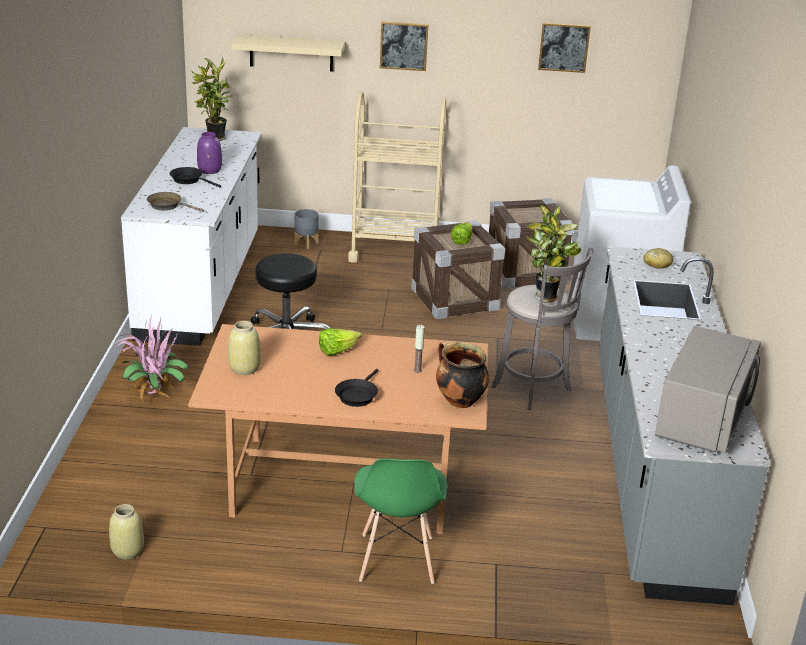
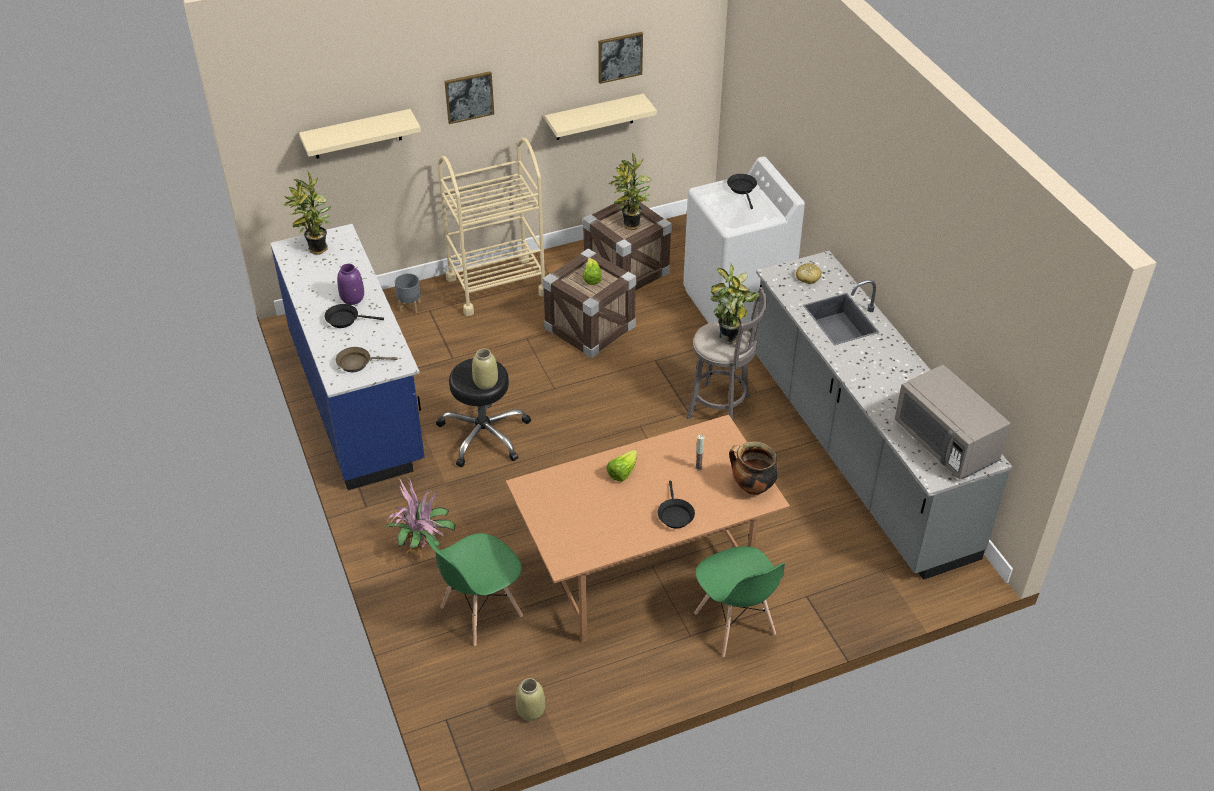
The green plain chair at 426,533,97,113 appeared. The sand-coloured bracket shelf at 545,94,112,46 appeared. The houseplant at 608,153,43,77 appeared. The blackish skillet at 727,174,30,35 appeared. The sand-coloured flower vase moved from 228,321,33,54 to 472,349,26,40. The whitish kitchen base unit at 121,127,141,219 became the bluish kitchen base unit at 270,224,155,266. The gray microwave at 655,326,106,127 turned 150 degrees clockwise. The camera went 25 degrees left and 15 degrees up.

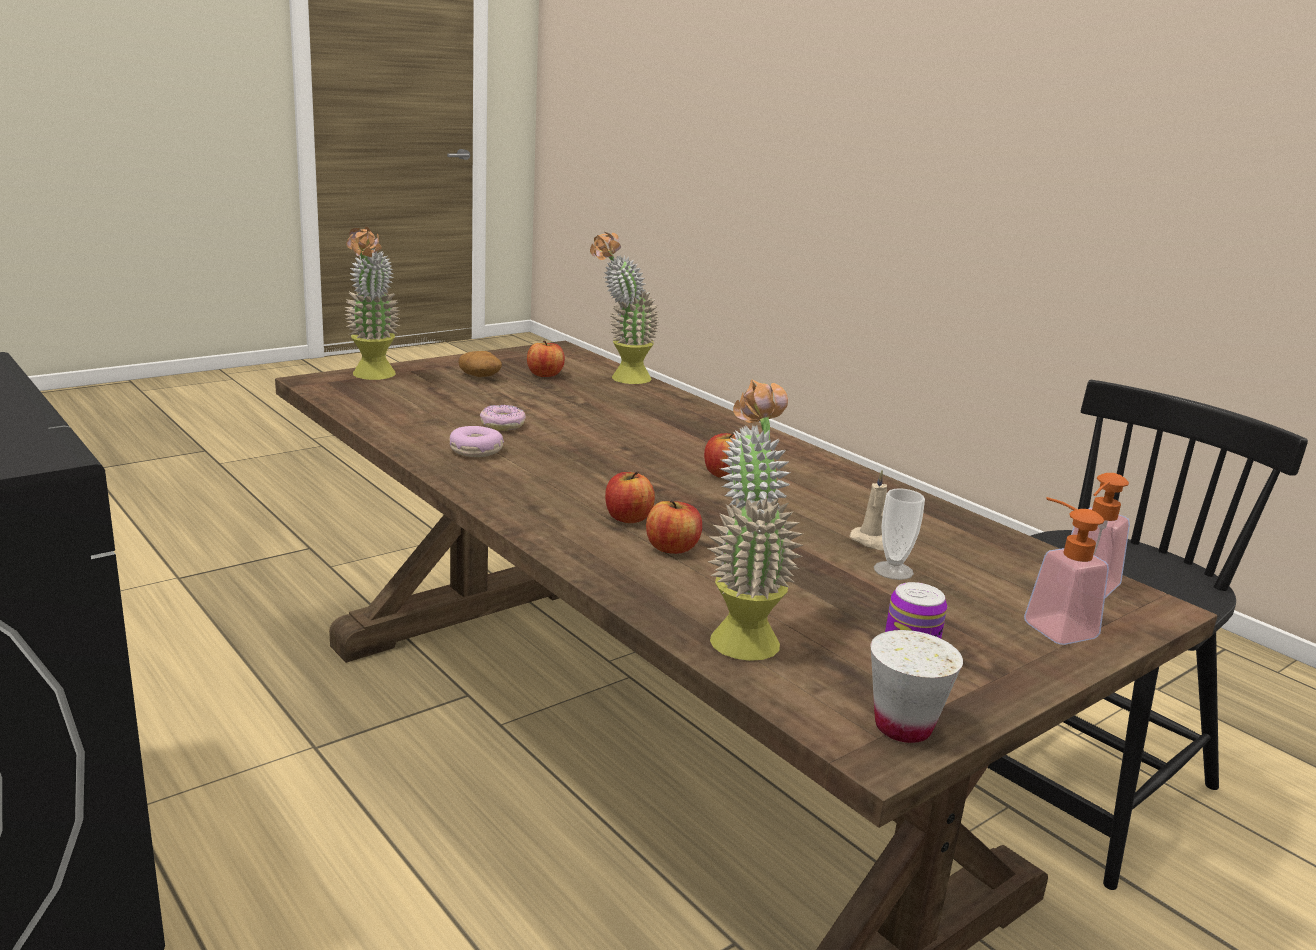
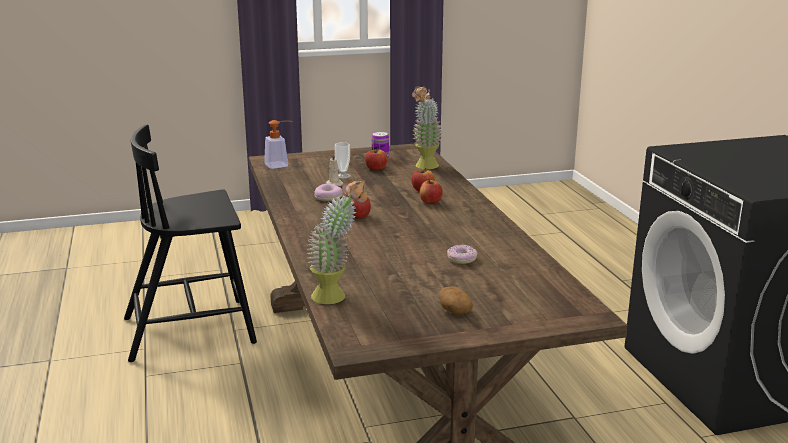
The houseplant at 345,227,55,153 disappeared. The whitish small cup at 871,630,92,113 disappeared. The soap bottle at 1024,497,85,148 disappeared. The doughnut moved from 449,426,55,31 to 314,184,29,17. The apple moved from 527,340,38,37 to 365,148,22,22. The camera went 155 degrees left and 0 degrees up.

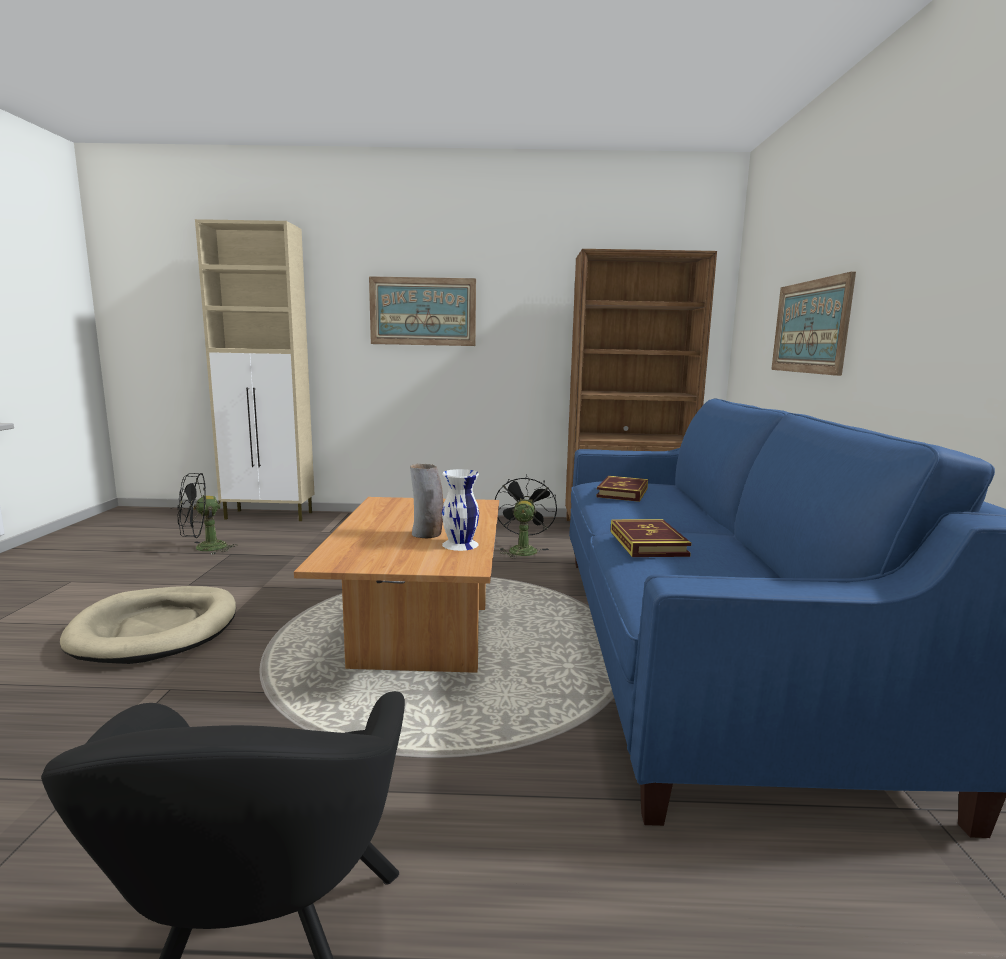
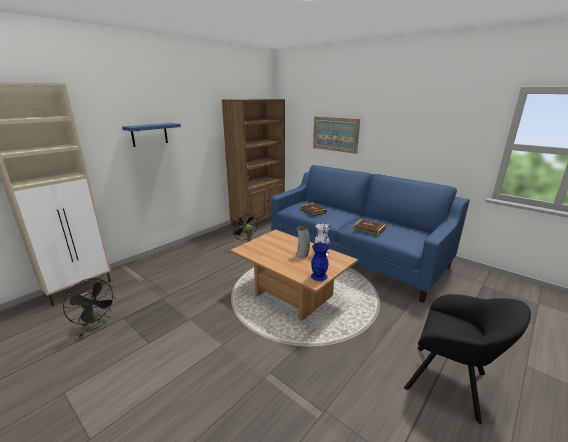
The sand-coloured pet bed at 60,586,176,78 disappeared. The bluish flower vase at 311,243,18,38 appeared. The wall picture at 369,276,107,70 was replaced by the bluish bracket shelf at 122,123,59,24. The blackish fan at 178,473,59,82 turned 60 degrees counterclockwise. The camera went 50 degrees left and 10 degrees up.

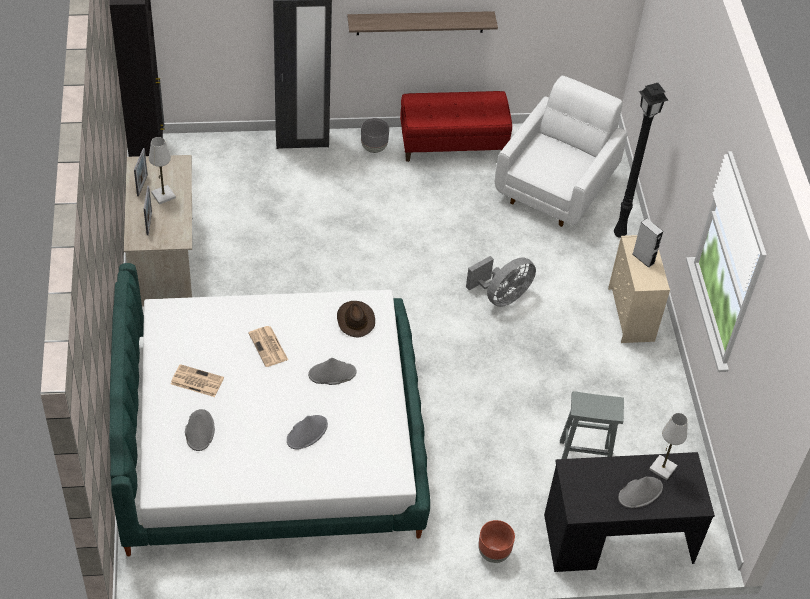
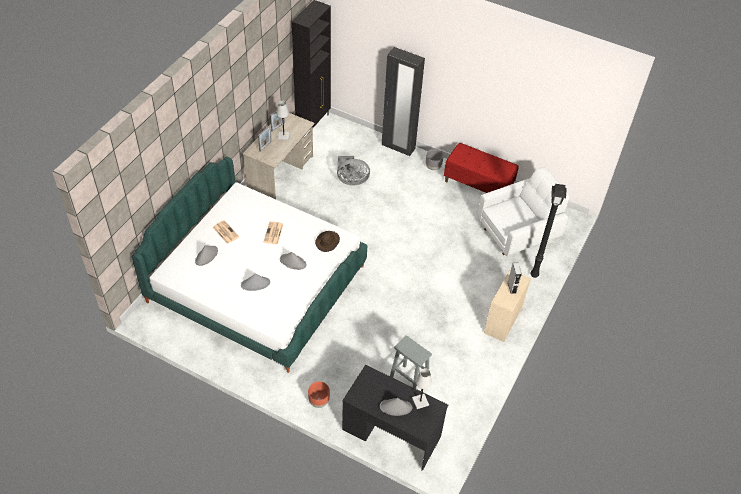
The bracket shelf at 347,11,151,24 disappeared. The gray fan moved from 466,256,70,51 to 337,156,33,30. The camera went 35 degrees right and 0 degrees up.

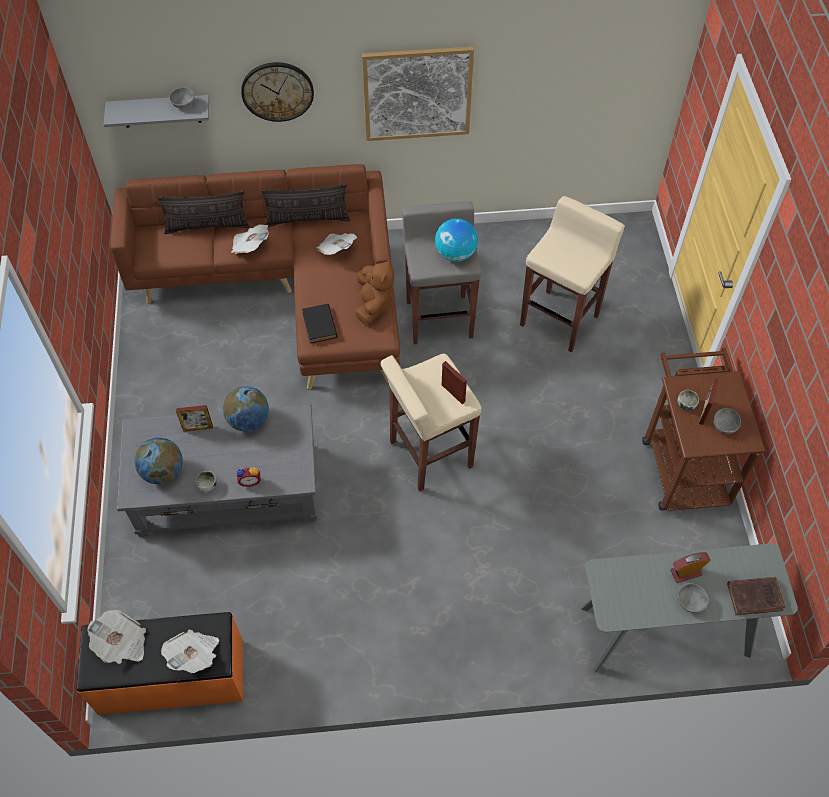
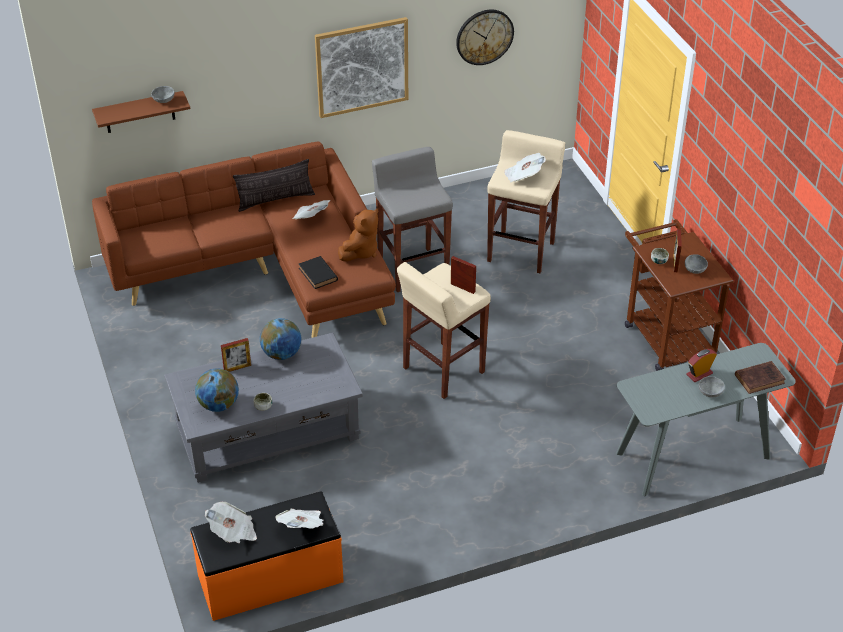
The pillow at 158,190,92,44 disappeared. The bedside clock at 236,467,25,20 disappeared. The desk globe at 435,218,43,44 disappeared. The newspaper moved from 231,224,38,29 to 504,153,42,30. The clock on the wall moved from 241,62,73,60 to 456,10,58,55. The gray bracket shelf at 104,95,105,33 became the brown bracket shelf at 92,91,98,42. The brown plush toy at 355,258,39,66 turned 45 degrees clockwise. The camera went 15 degrees left and 15 degrees down.

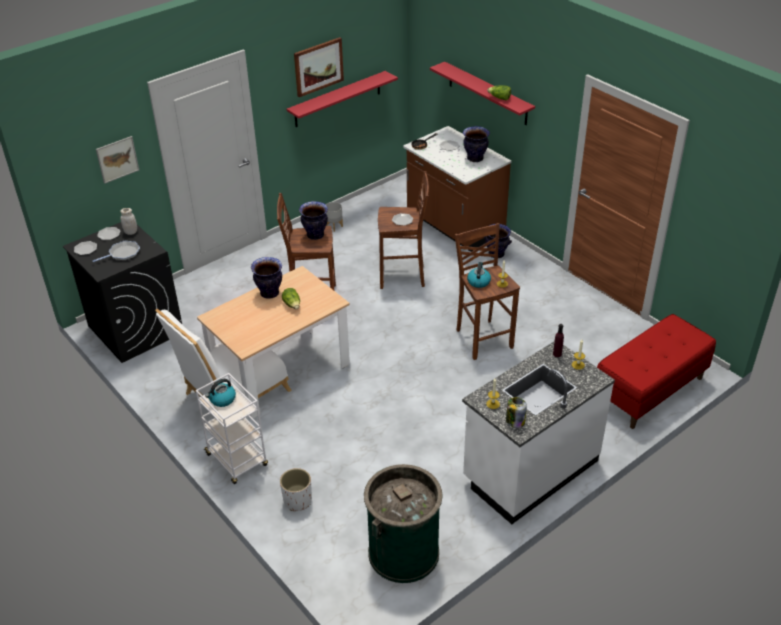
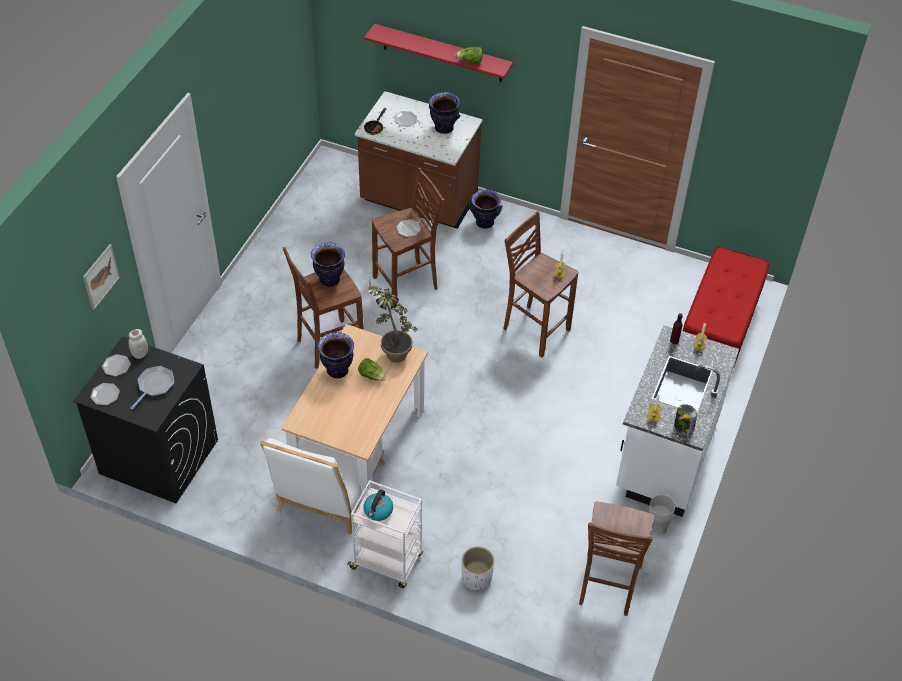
The red-coloured bracket shelf at 287,71,111,56 disappeared. The wall picture at 294,37,50,60 disappeared. The tea kettle at 467,262,24,26 disappeared. The houseplant at 369,282,48,81 appeared. The gray plant pot moved from 326,202,17,30 to 648,495,27,38. The green trash can at 364,464,79,119 was replaced by the brown stool seat at 579,502,76,114. The camera went 30 degrees left and 10 degrees up.

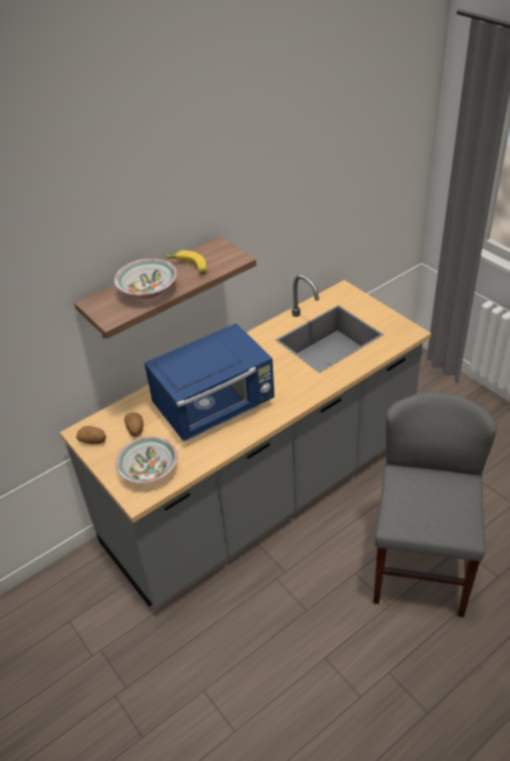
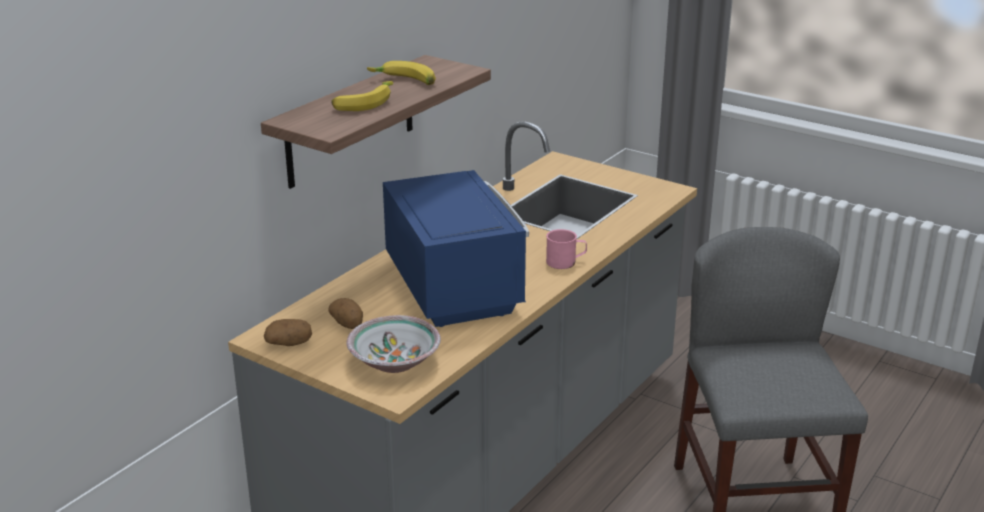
The pink tea mug at 546,229,41,40 appeared. The serving bowl at 114,259,63,40 was replaced by the banana fruit at 332,81,61,30. The bluish microwave at 144,323,130,119 turned 60 degrees counterclockwise. The camera went 20 degrees left and 15 degrees down.

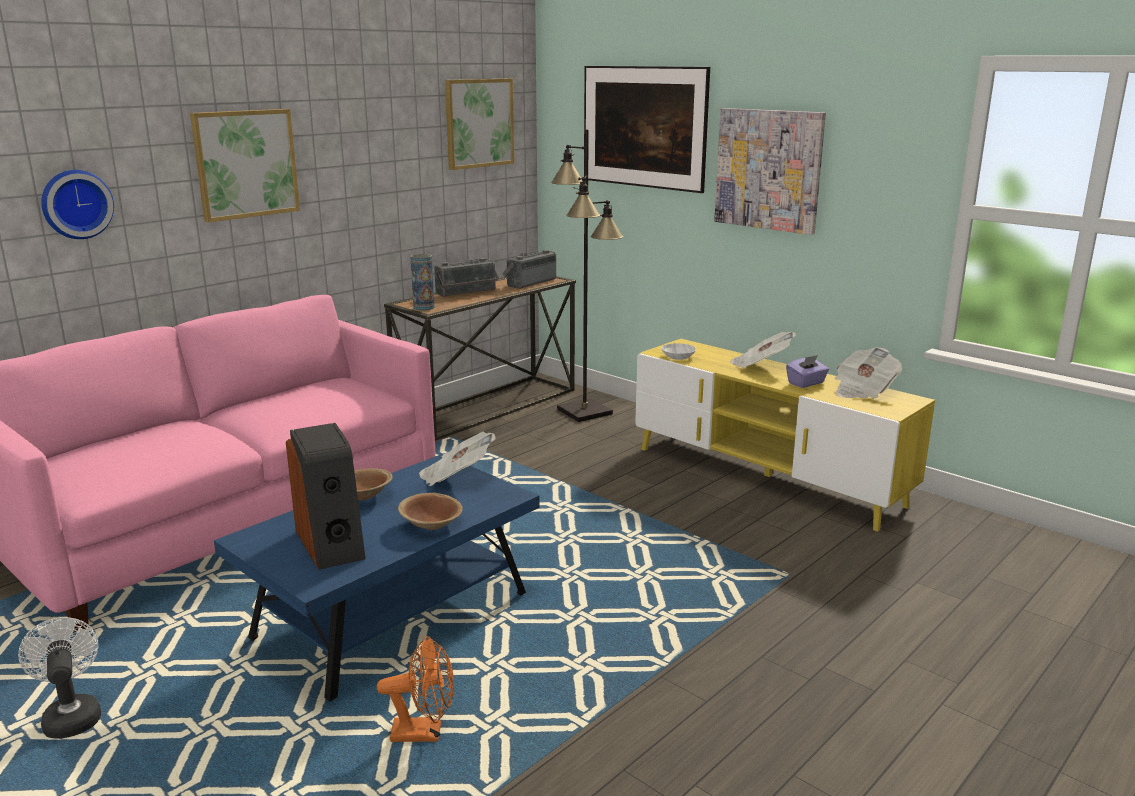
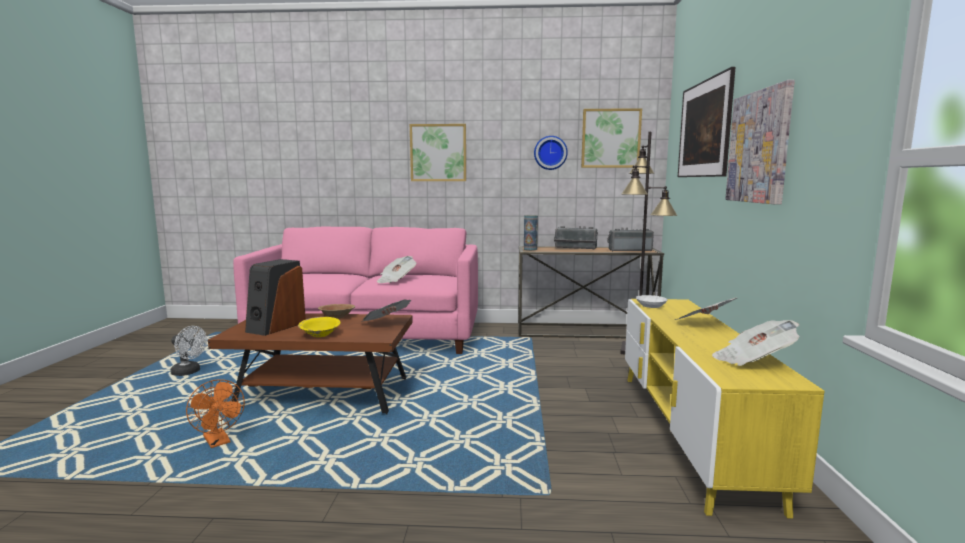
The purple-coloured tissue holder at 786,355,43,33 disappeared. The newspaper at 376,256,40,27 appeared. The clock on the wall moved from 41,170,73,69 to 534,136,34,34. The bluish coffee table at 214,454,326,248 became the brown coffee table at 208,313,205,102. The brown serving bowl at 398,493,65,37 became the yellow serving bowl at 298,317,43,20. The whitish fan at 18,617,83,122 turned 90 degrees clockwise. The camera went 50 degrees right and 10 degrees down.

